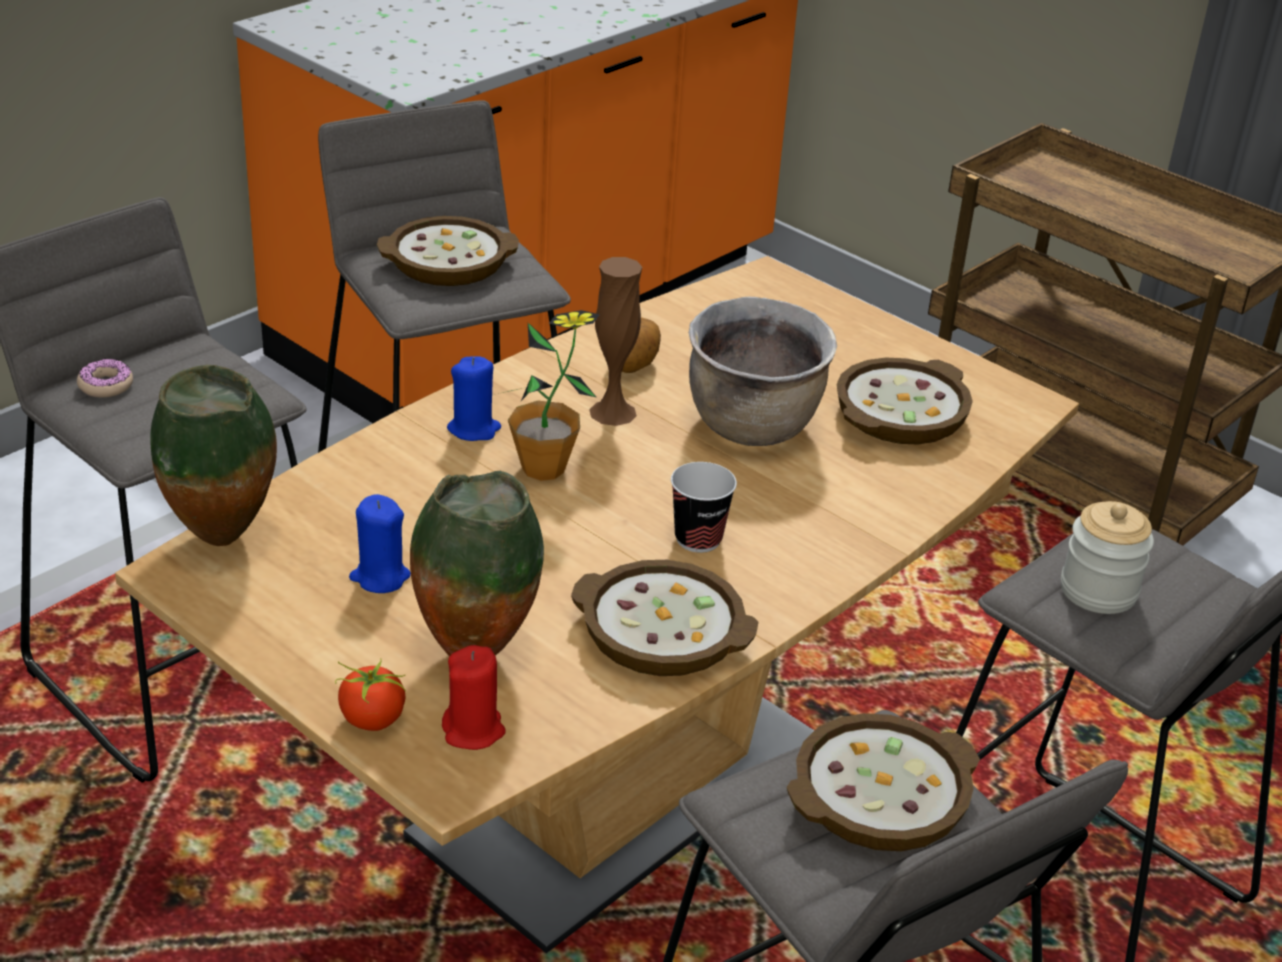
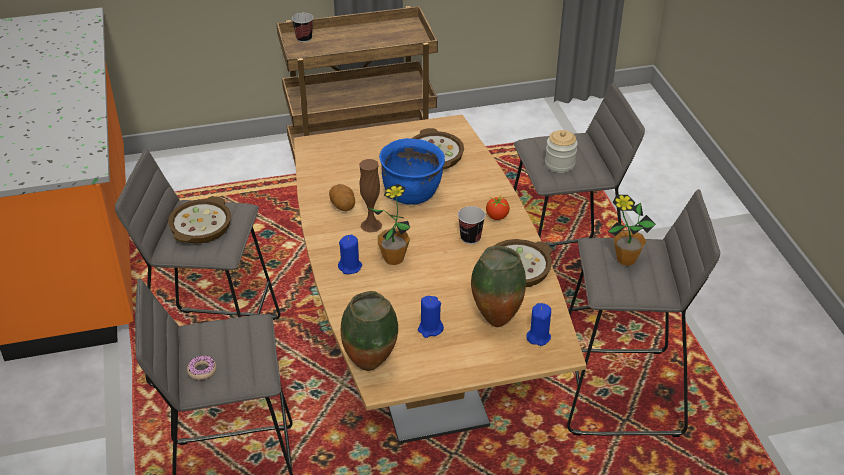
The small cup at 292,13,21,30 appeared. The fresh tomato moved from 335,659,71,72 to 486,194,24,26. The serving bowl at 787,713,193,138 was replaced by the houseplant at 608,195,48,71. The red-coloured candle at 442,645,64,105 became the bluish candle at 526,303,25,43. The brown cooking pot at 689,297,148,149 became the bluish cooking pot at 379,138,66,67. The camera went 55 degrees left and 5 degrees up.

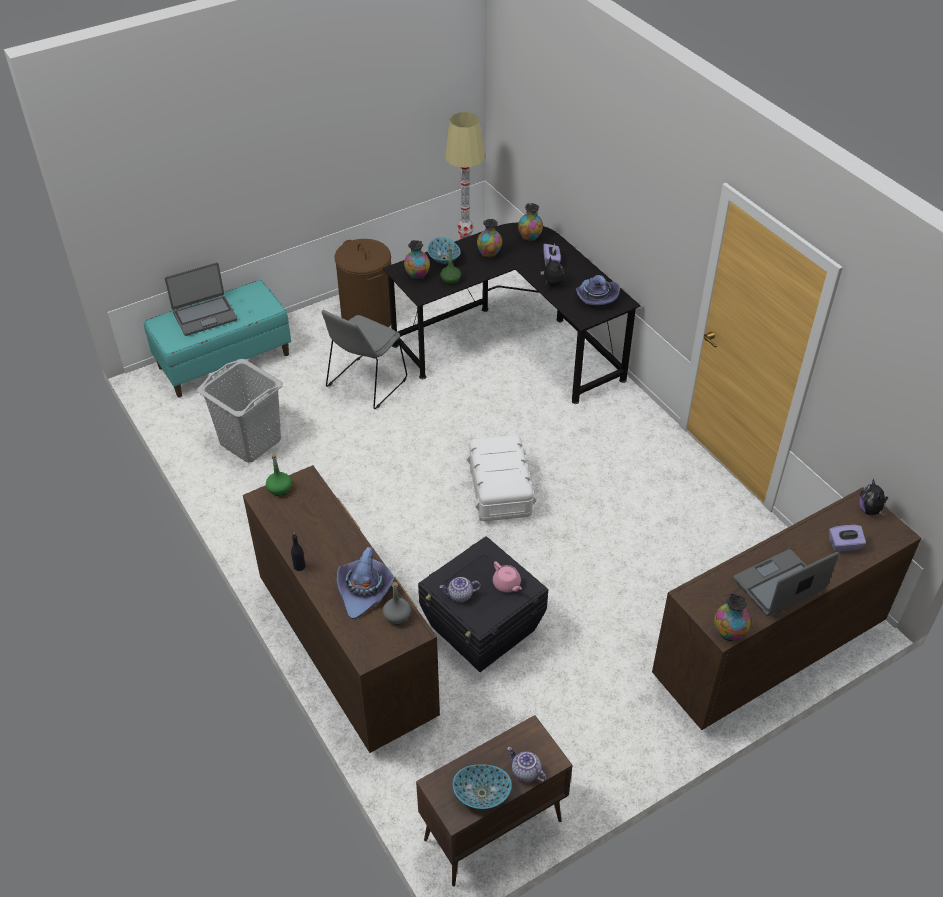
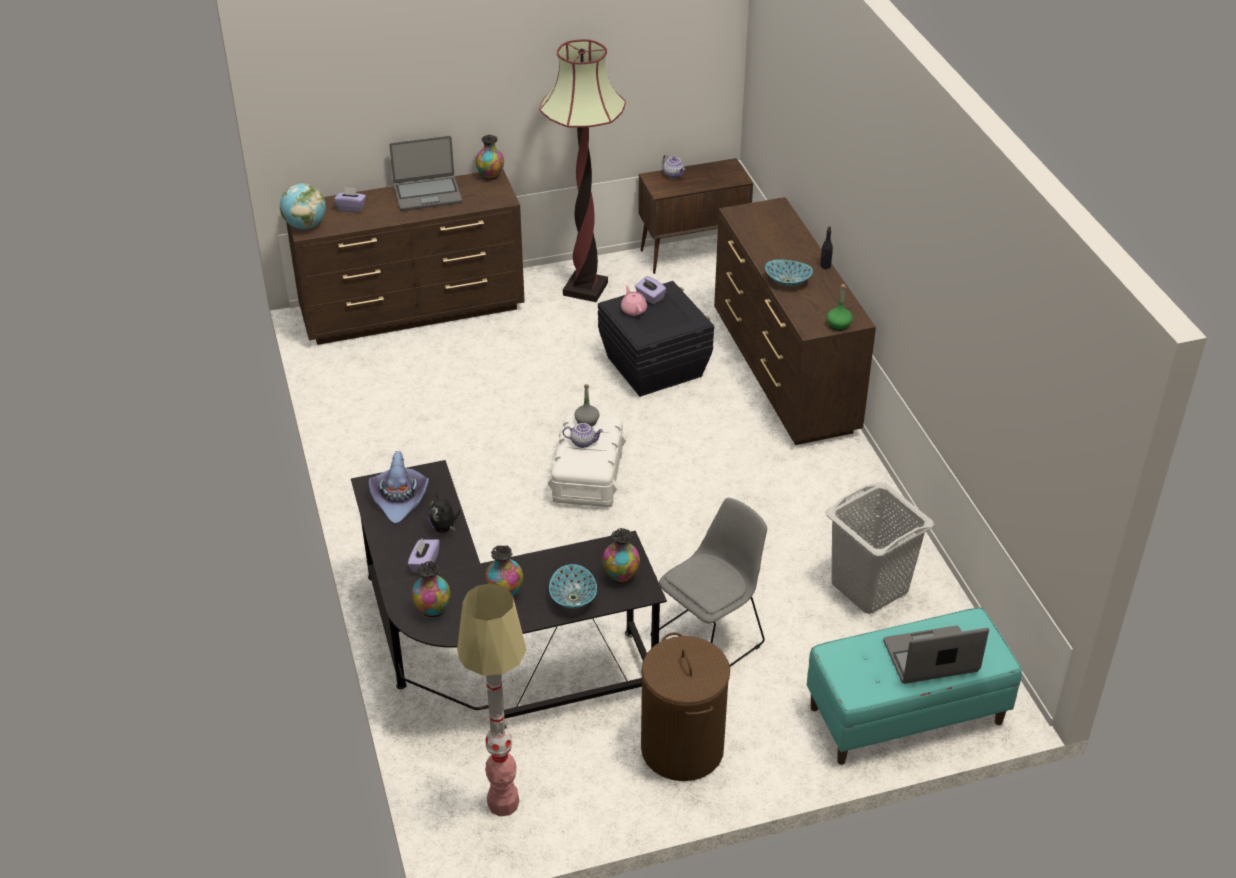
The purple-coloured wearable hat at 336,547,58,72 disappeared. The green drink bottle at 440,247,21,38 disappeared. The standing lamp at 539,39,87,263 appeared. The purple-coloured tissue holder at 635,276,31,28 appeared. The gray drink bottle moved from 383,582,28,43 to 574,384,25,43. The tea pot moved from 439,577,42,25 to 563,423,40,25. The serving bowl moved from 453,764,59,45 to 765,260,48,26. The plush toy at 859,479,29,37 was replaced by the desk globe at 280,183,46,46. The camera went 165 degrees left and 5 degrees down.

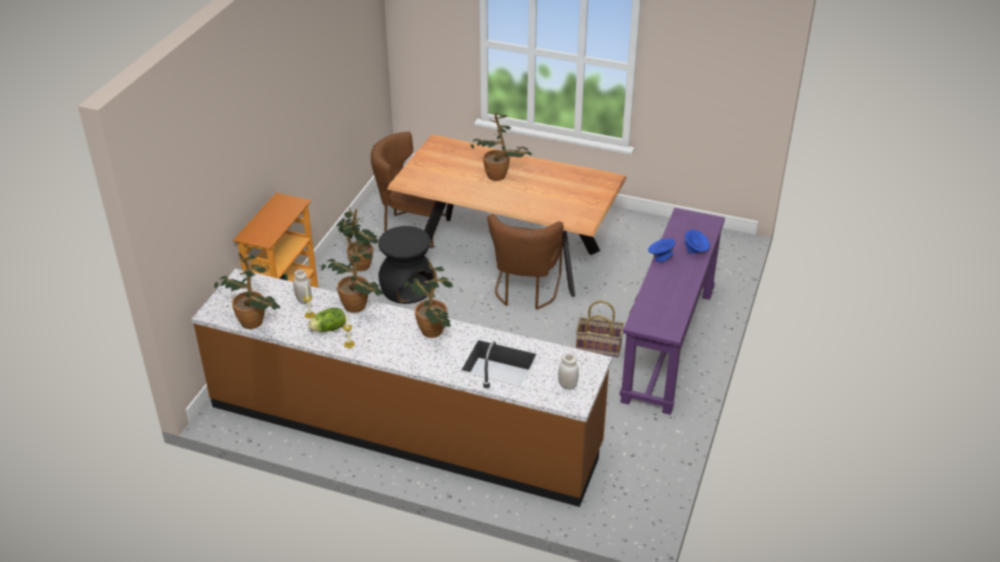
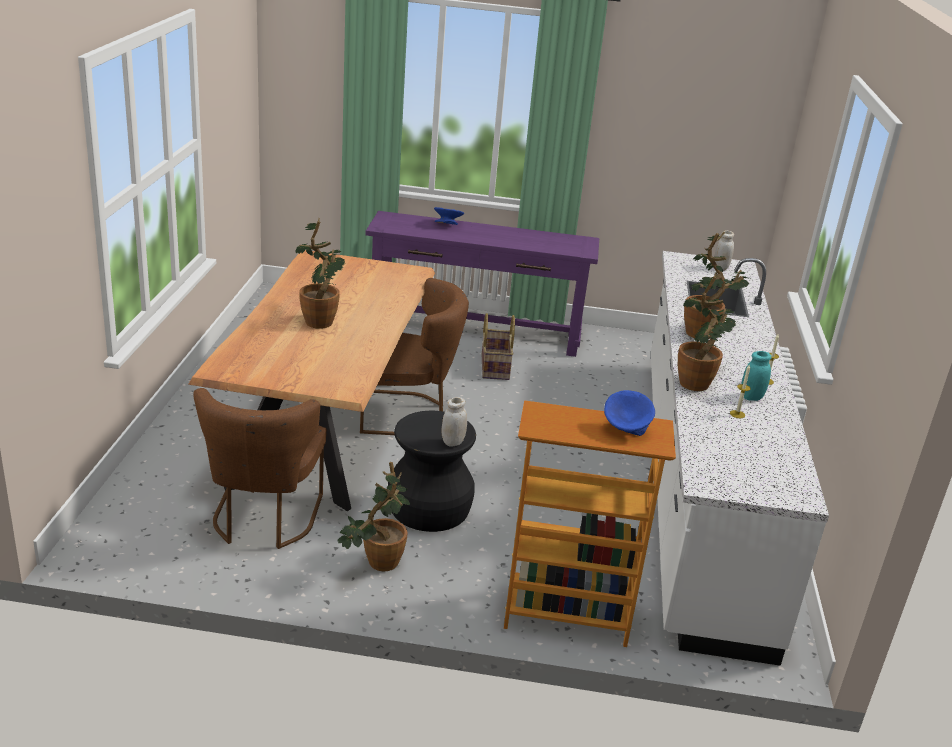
The houseplant at 214,252,66,77 disappeared. The whitish storage jar moved from 293,270,19,34 to 442,397,25,50. The bluish serving bowl moved from 648,239,27,23 to 604,390,51,46. The head of lettuce at 308,308,38,24 was replaced by the turquoise-coloured storage jar at 741,351,31,50. The brown kitchen base unit at 192,268,420,239 became the whitish kitchen base unit at 651,251,178,415. The camera went 105 degrees left and 10 degrees down.

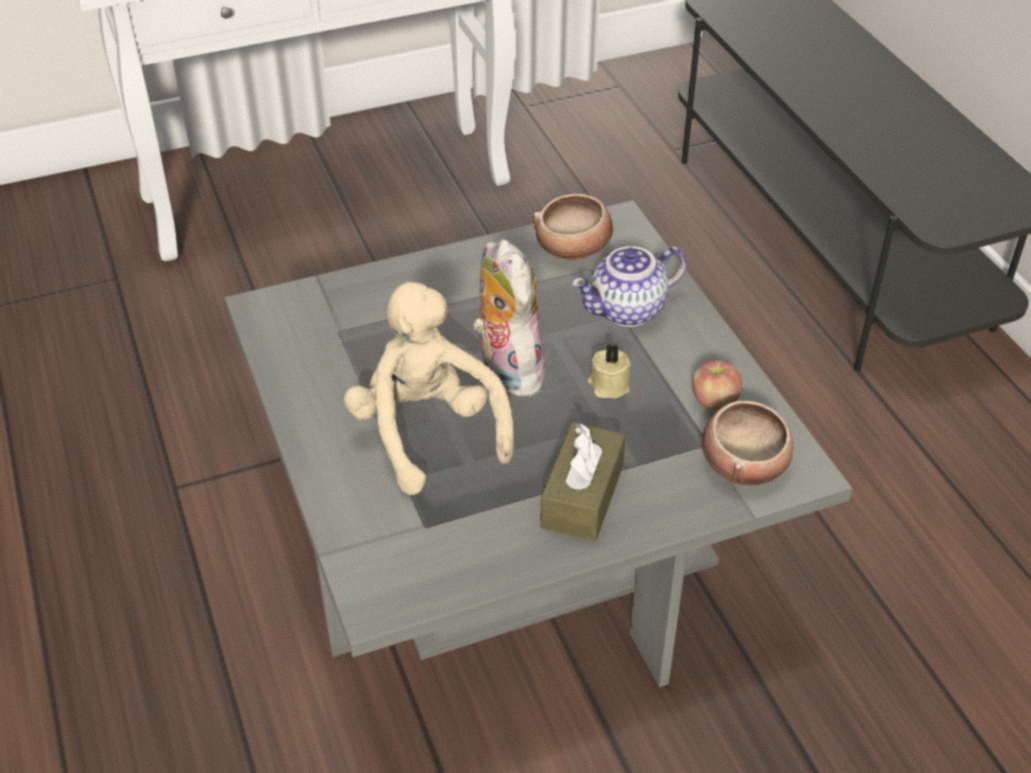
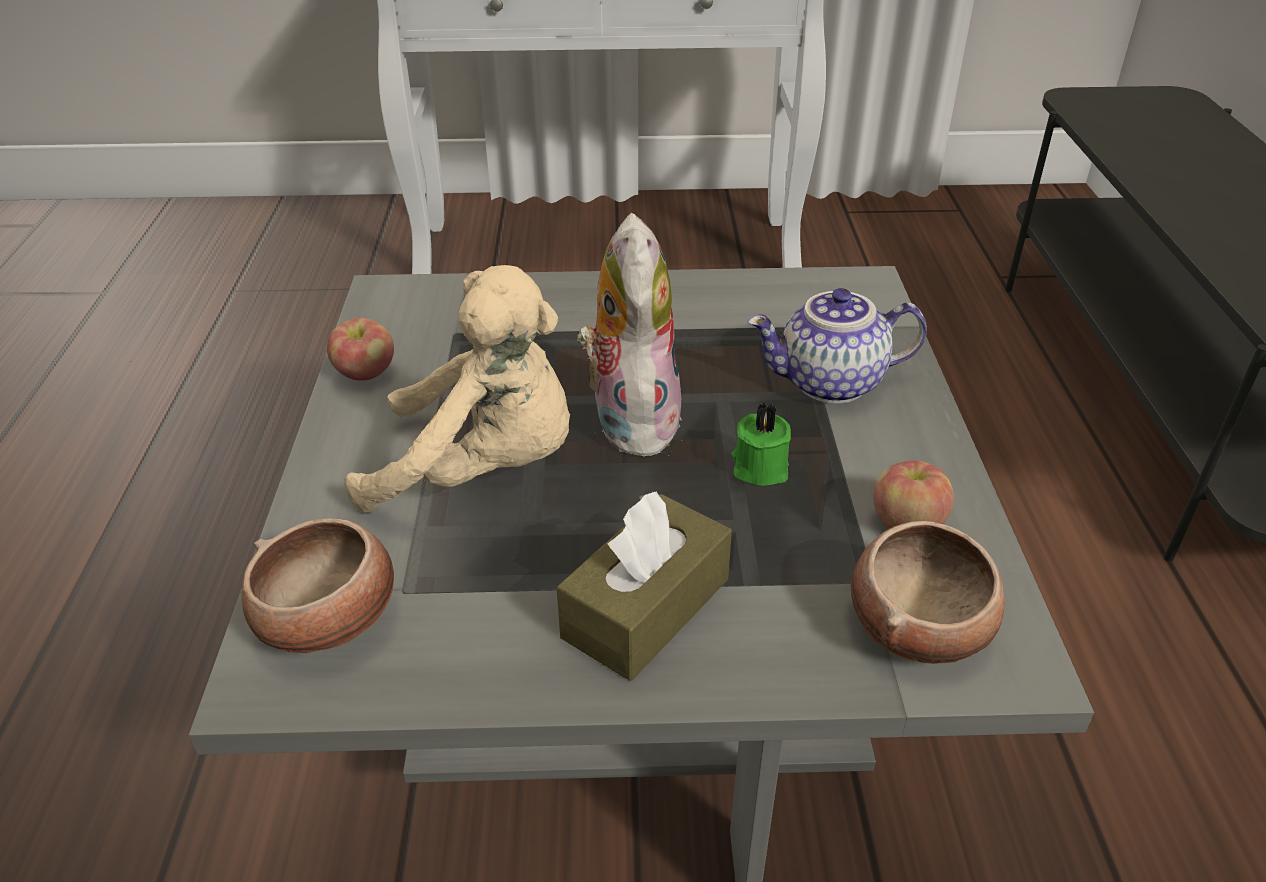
The apple at 327,318,67,63 appeared. The serving bowl moved from 533,194,80,66 to 242,518,152,135. The sand-coloured candle at 587,344,44,54 became the green candle at 731,403,60,83. The sand-coloured plush toy at 344,282,170,213 turned 105 degrees clockwise. The camera went 20 degrees right and 5 degrees down.

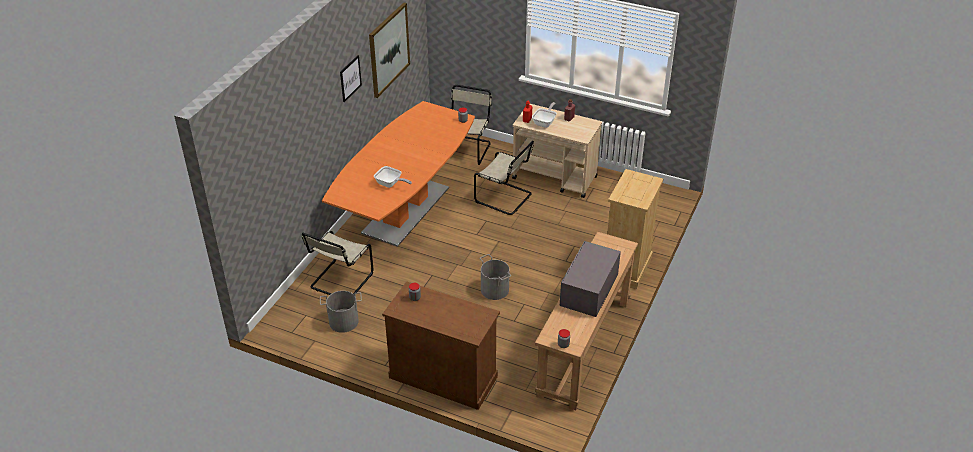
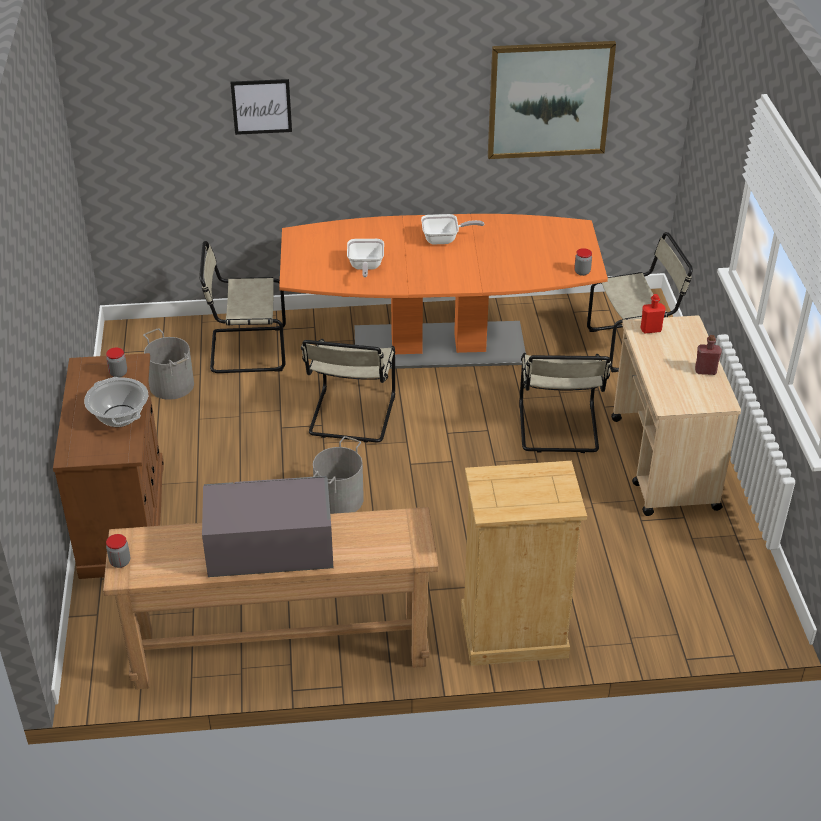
The cooking pot at 84,377,64,50 appeared. The sand-coloured plain chair at 301,339,94,104 appeared. The wall picture moved from 340,55,22,47 to 230,79,62,56. The skillet moved from 532,102,25,26 to 421,214,63,30. The camera went 60 degrees right and 0 degrees up.

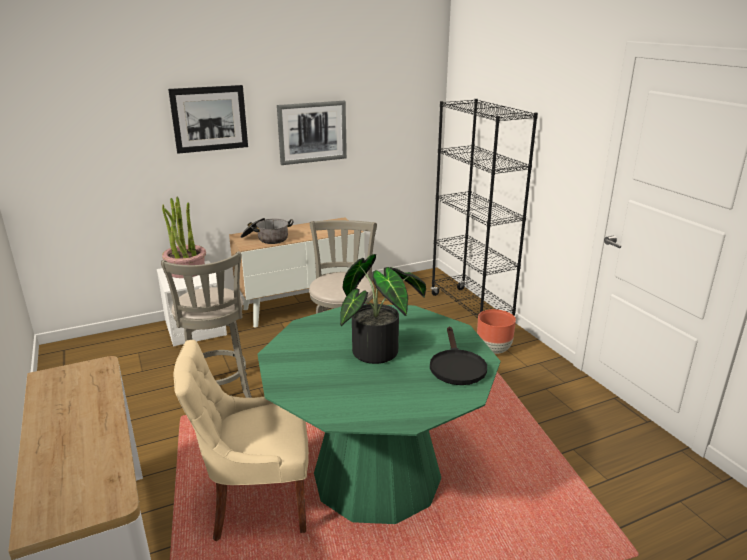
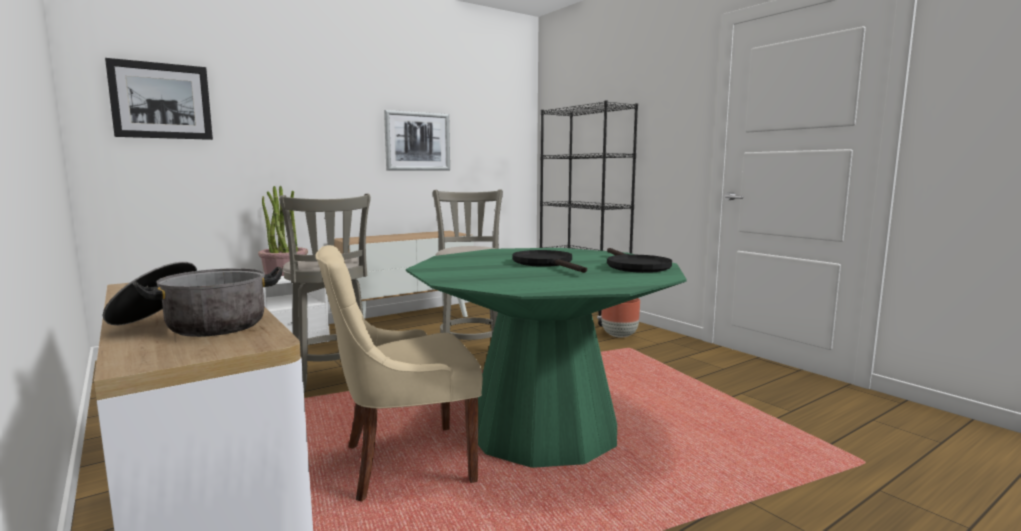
The wall picture moved from 168,85,80,69 to 105,58,108,82. The cooking pot moved from 241,218,52,26 to 103,262,180,75. The houseplant at 340,254,86,110 was replaced by the blackish skillet at 512,250,75,23. The camera went 10 degrees left and 15 degrees down.

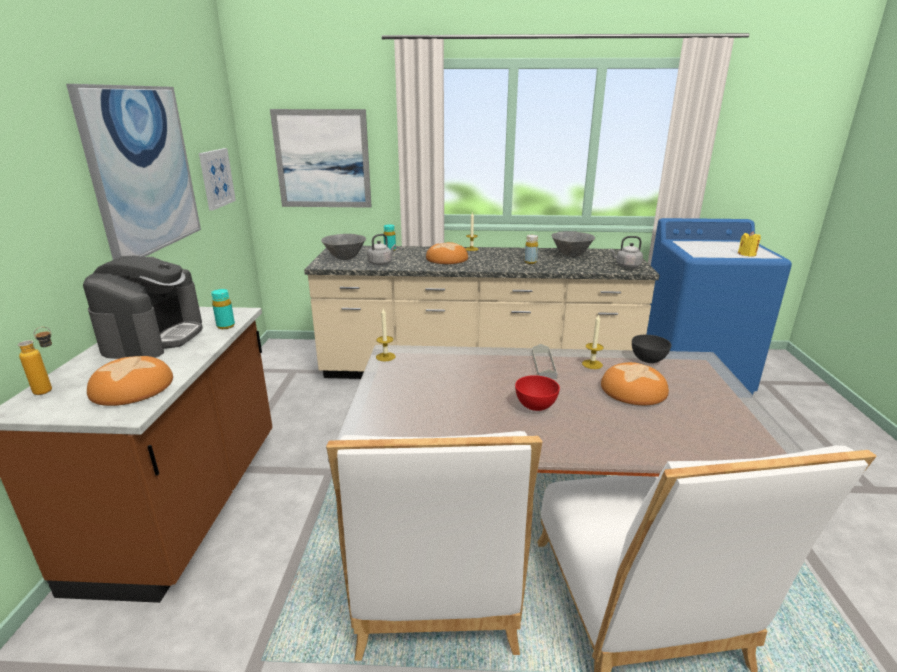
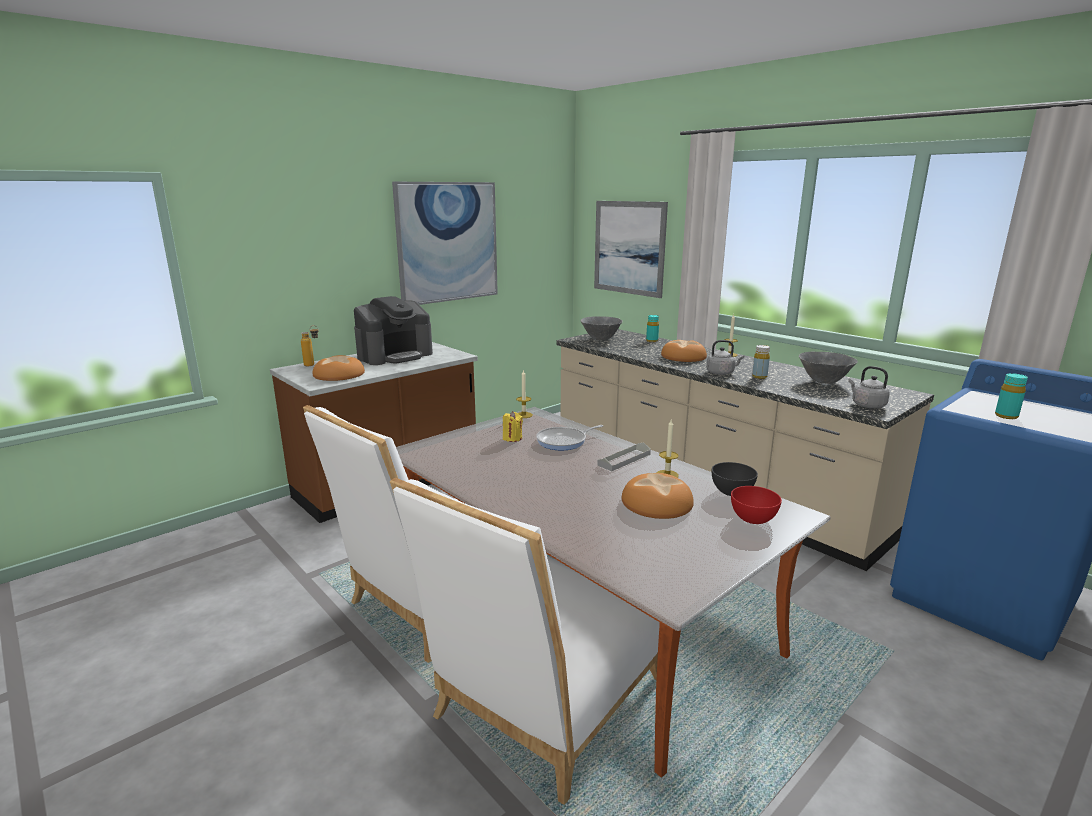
The wall picture at 199,148,37,62 disappeared. The skillet at 536,425,67,25 appeared. The turquoise-coloured drink bottle moved from 211,289,24,40 to 995,373,33,46. The gray tea kettle moved from 367,234,29,31 to 706,340,38,35. The red-coloured serving bowl moved from 515,375,45,36 to 731,486,51,38. The yellow candle moved from 738,231,23,26 to 503,411,20,31. The camera went 45 degrees right and 5 degrees down.

